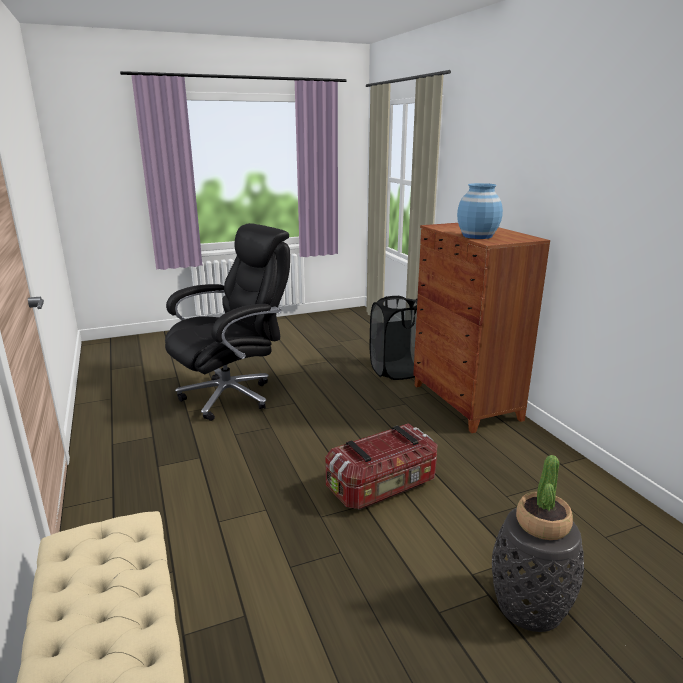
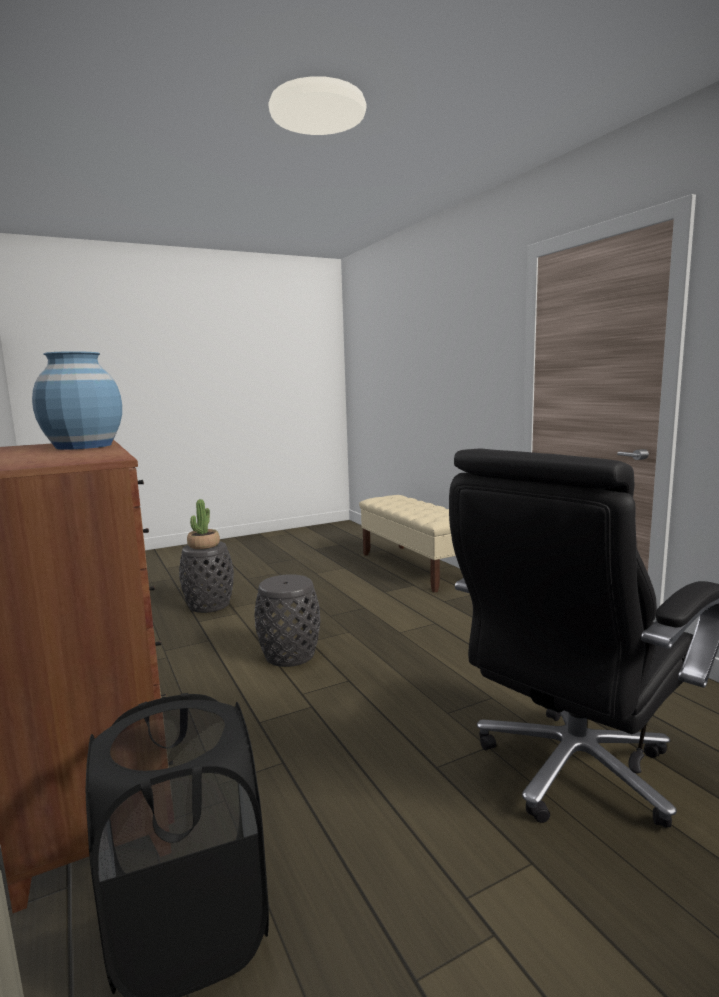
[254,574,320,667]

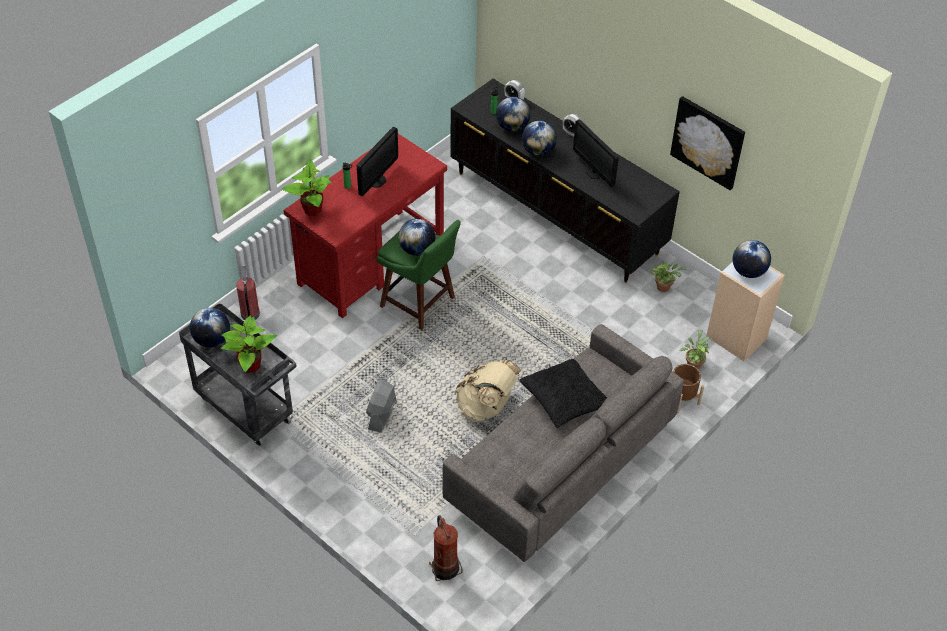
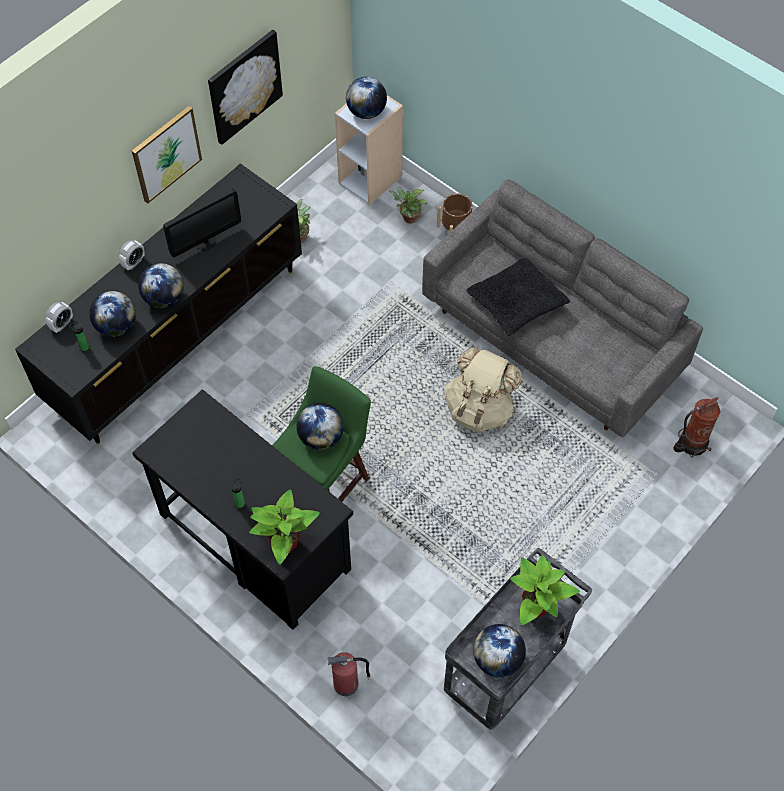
[357,127,398,196] (first image)
[132,389,353,630]
[366,379,396,433] (first image)
[132,106,202,204]

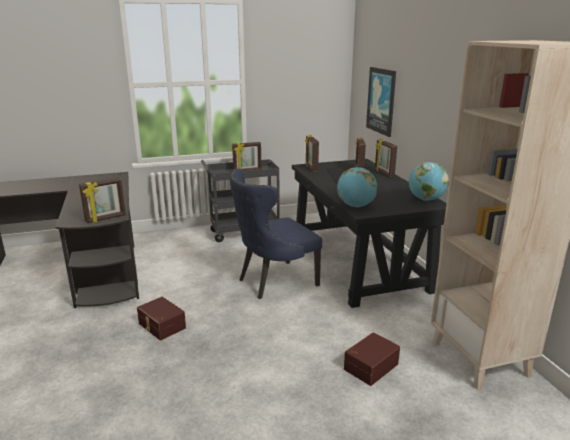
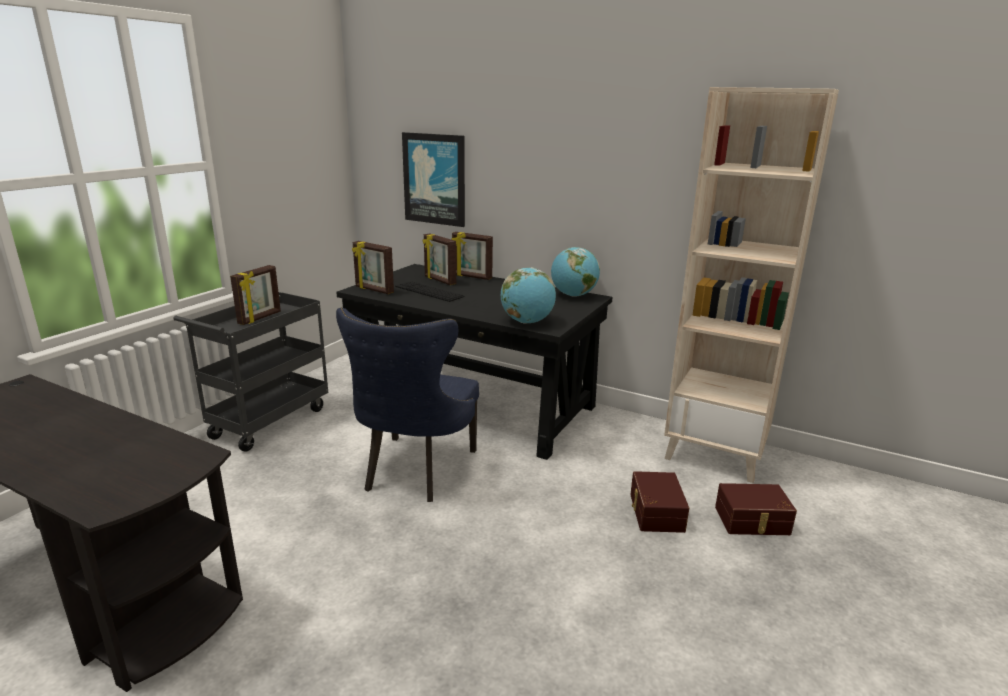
[79,177,126,223] (first image)
[715,483,797,535]

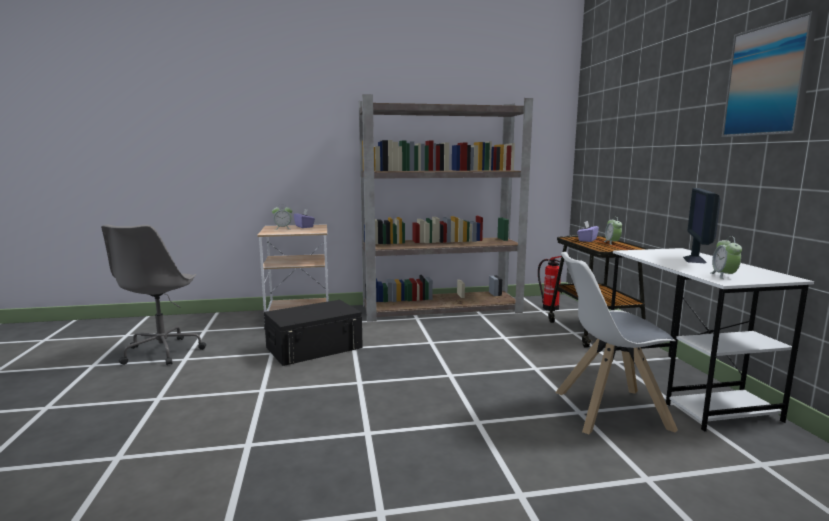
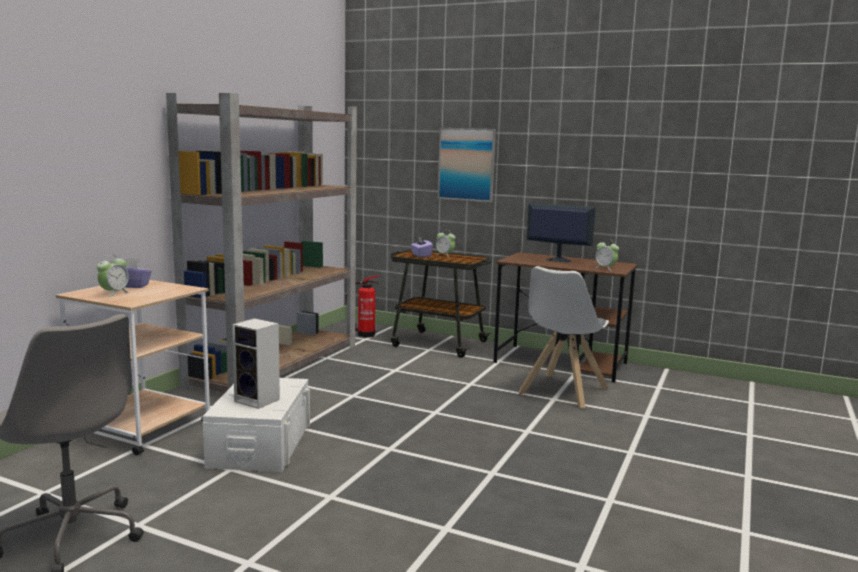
[438,128,496,202]
[527,203,596,262]
[493,252,638,383]
[202,378,310,472]
[232,318,280,409]

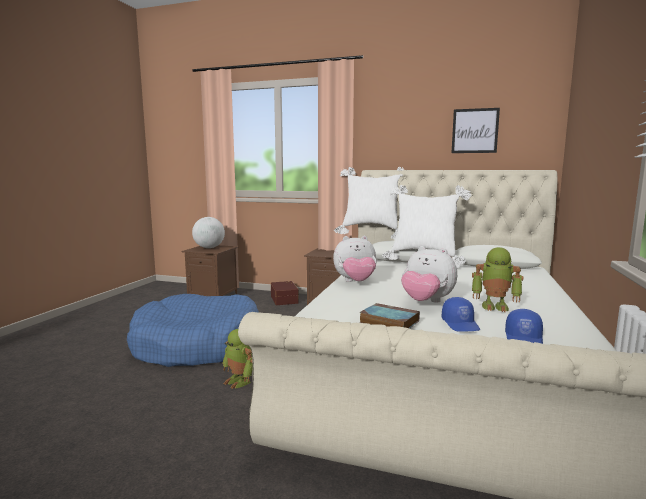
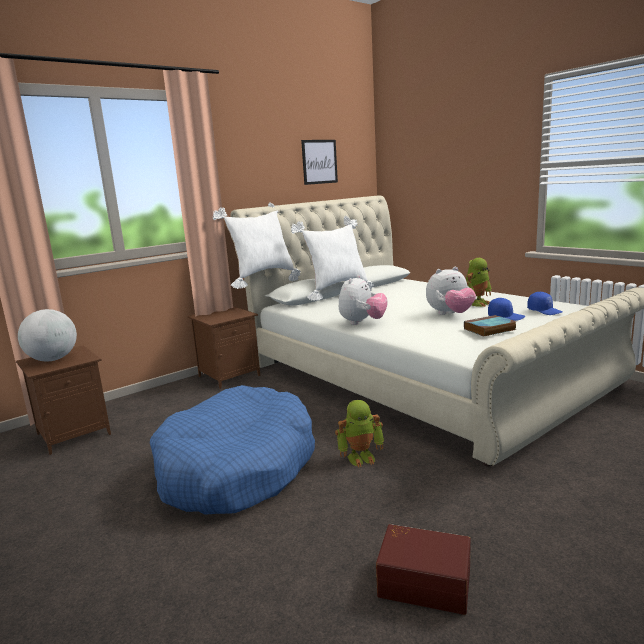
[376,524,471,615]

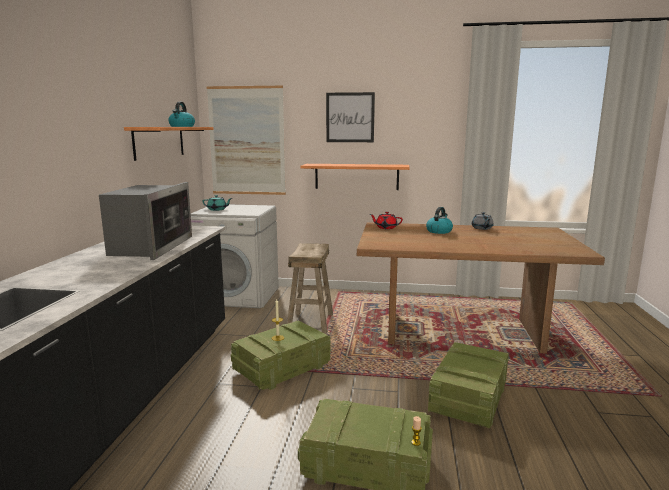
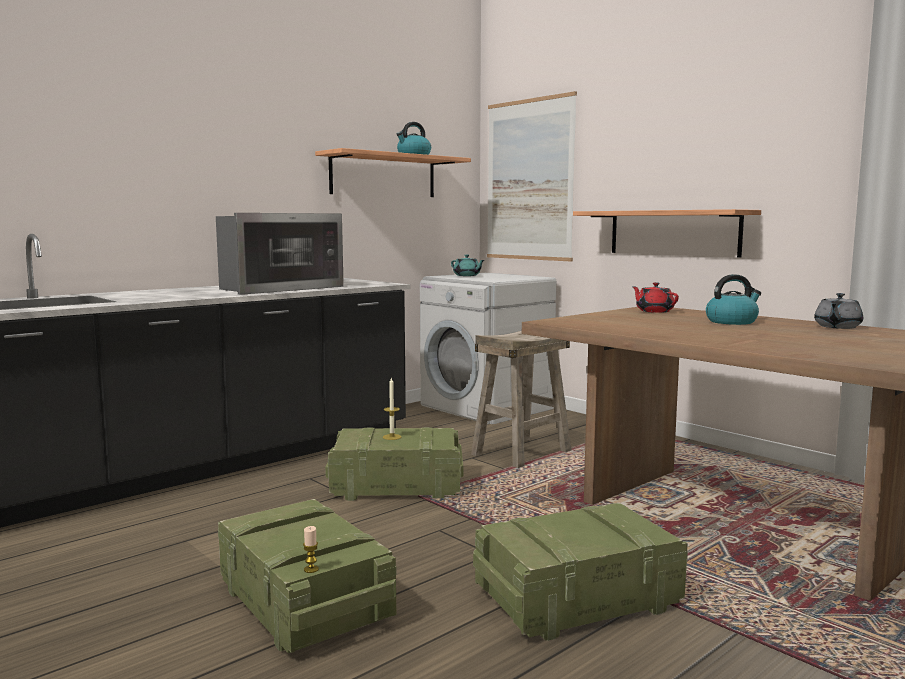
[326,92,375,142] (first image)

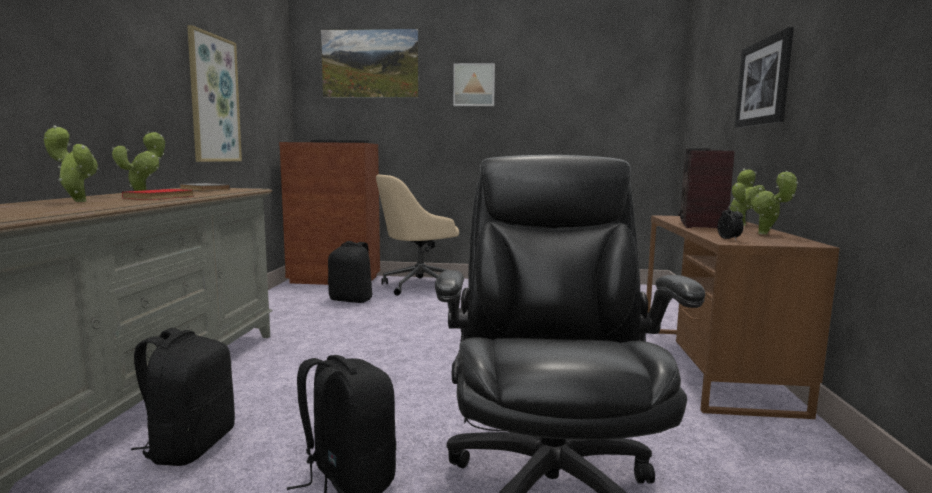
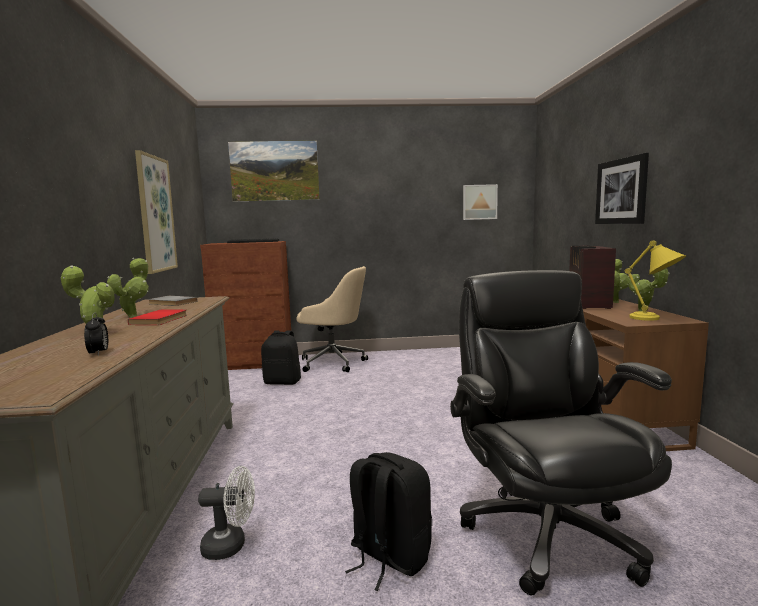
[463,184,498,220]
[296,266,368,372]
[84,313,108,356]
[198,466,255,560]
[625,240,687,321]

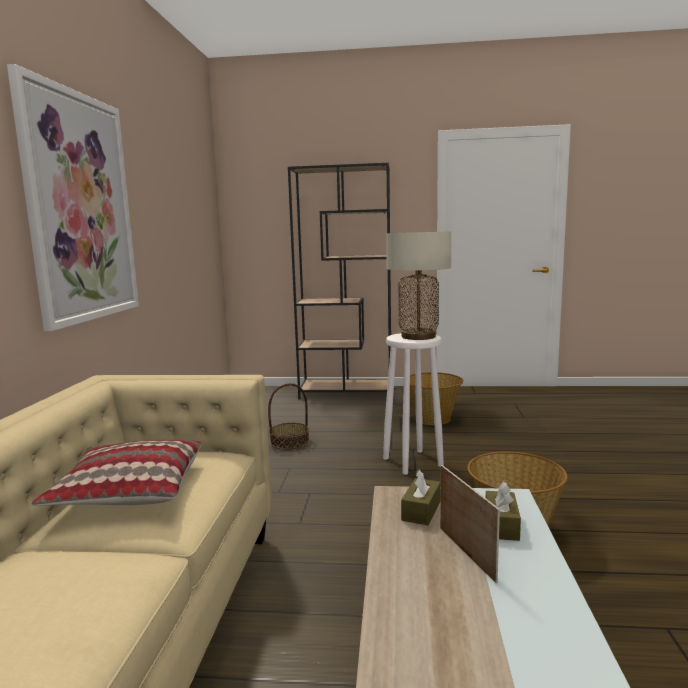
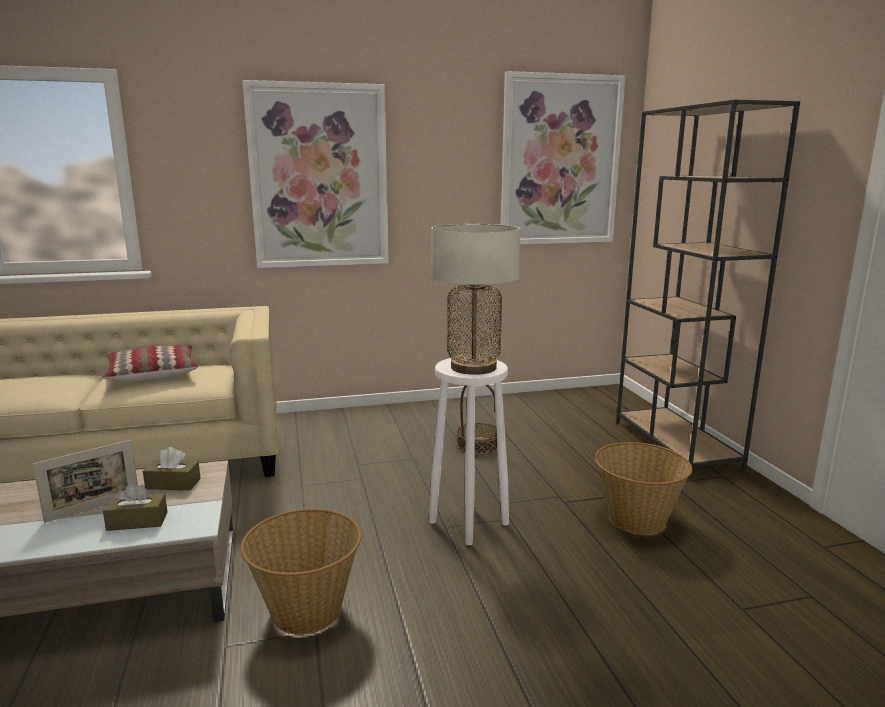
[501,71,626,245]

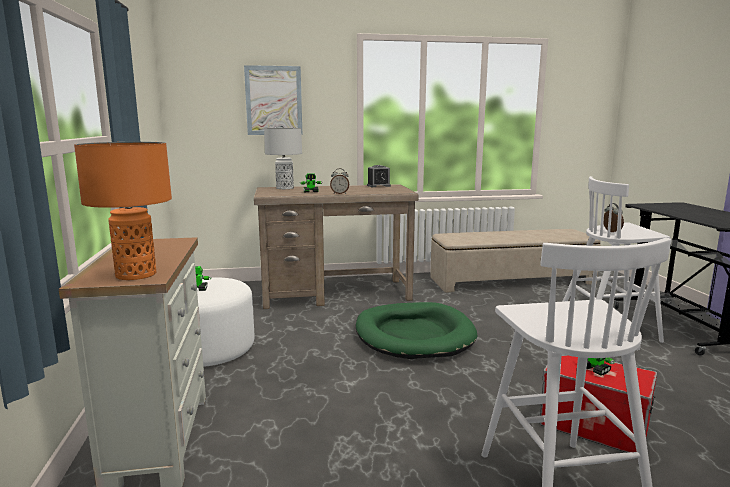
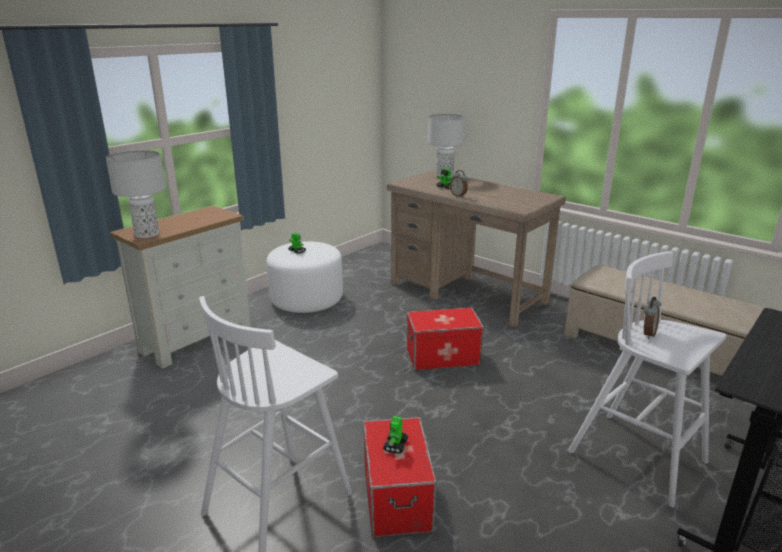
[244,65,302,135] (first image)
[106,150,166,238]
[367,165,391,187] (first image)
[407,307,484,371]

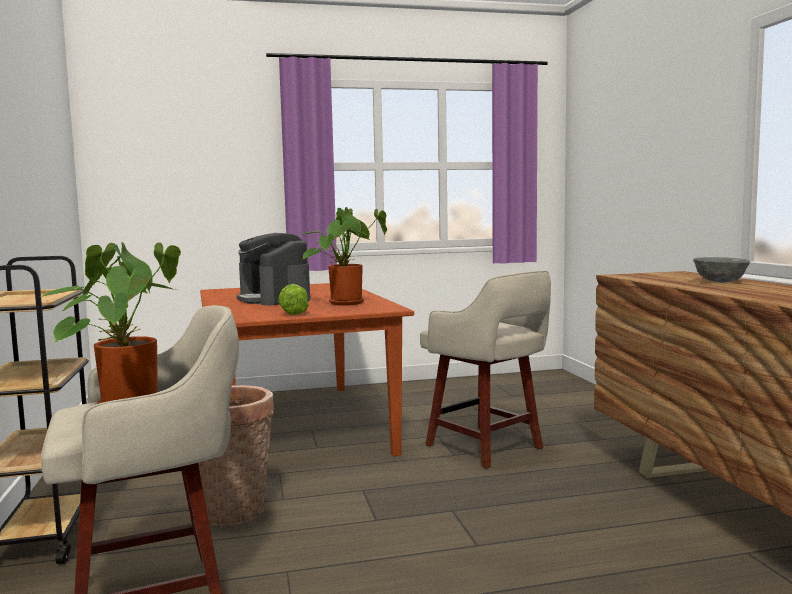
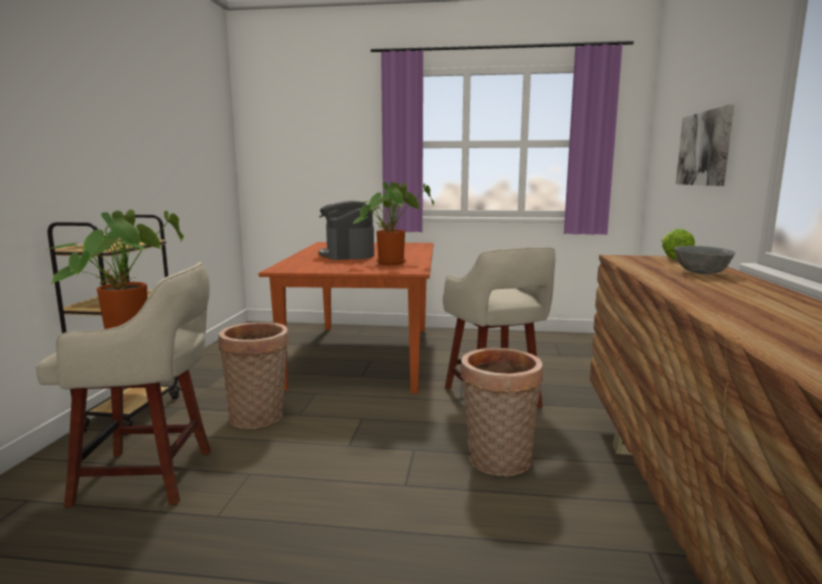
[662,228,695,260]
[676,105,734,186]
[461,348,543,476]

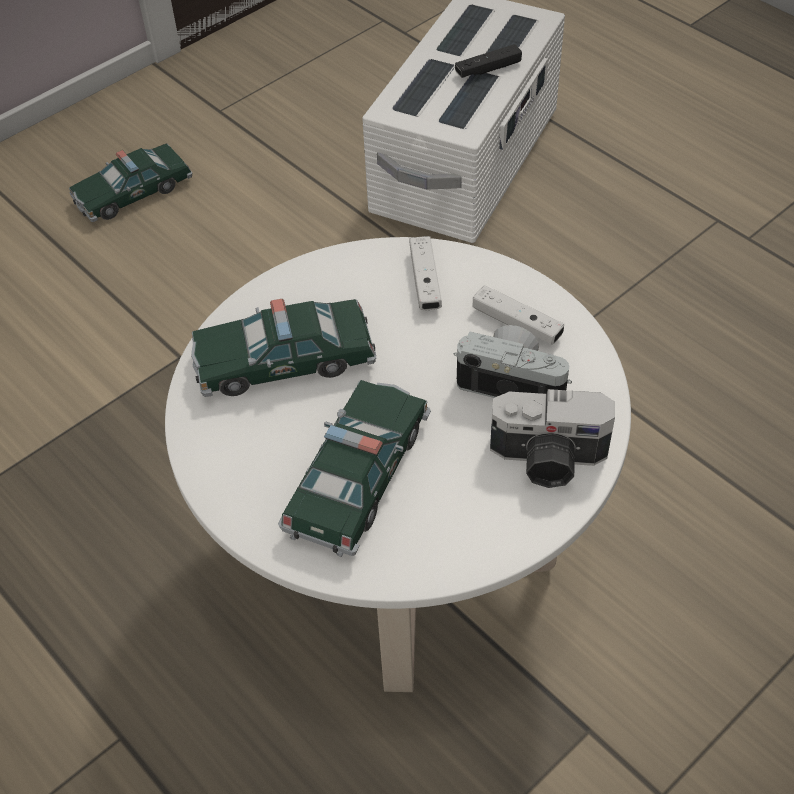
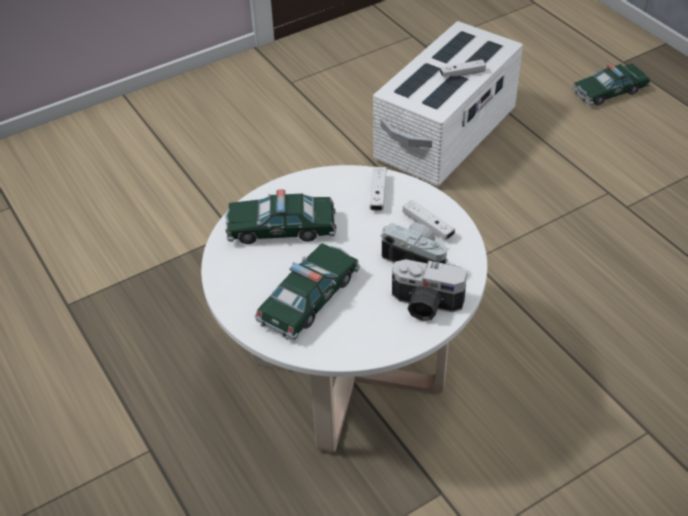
[440,60,486,77]
[572,64,650,106]

